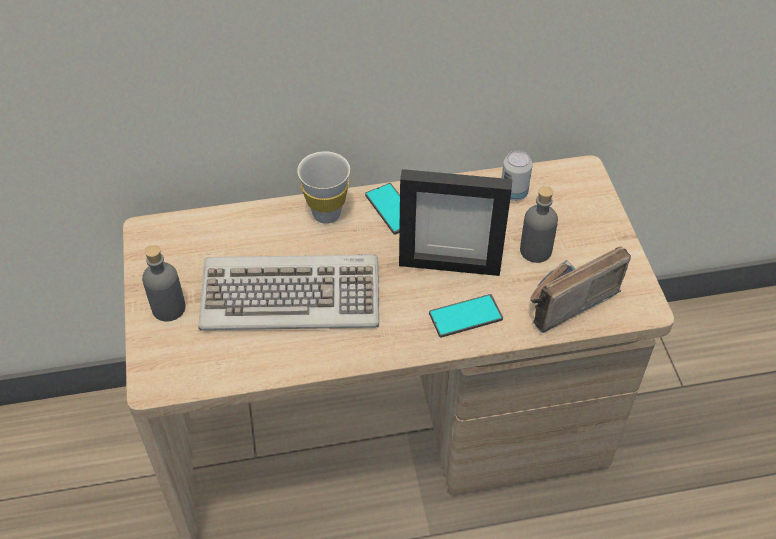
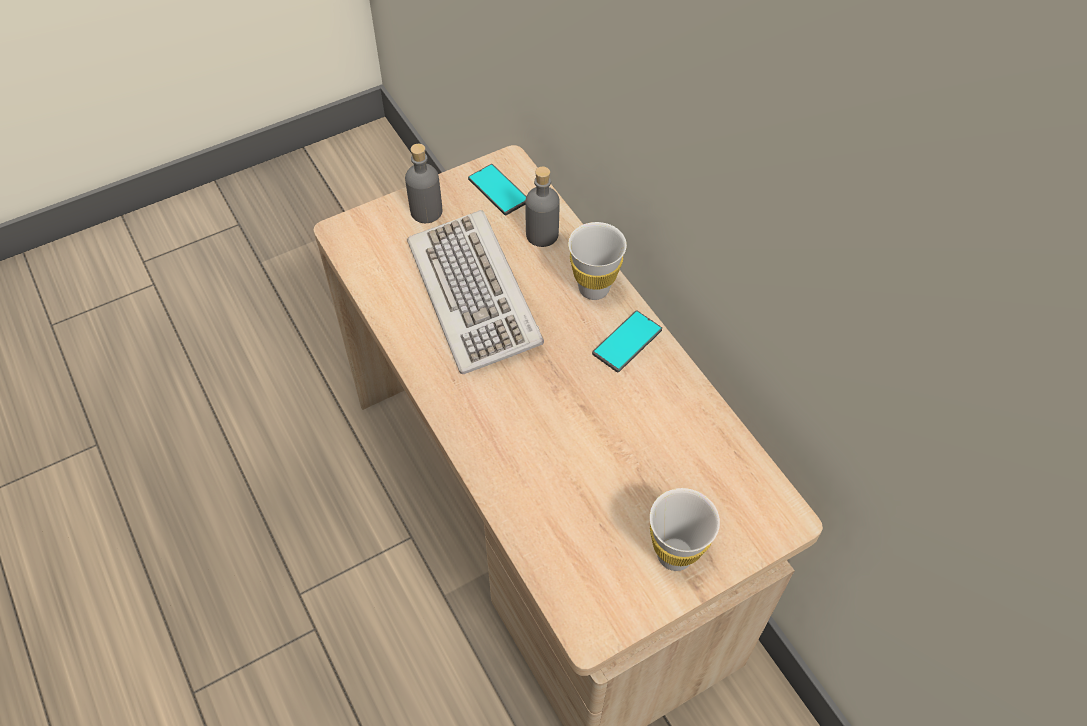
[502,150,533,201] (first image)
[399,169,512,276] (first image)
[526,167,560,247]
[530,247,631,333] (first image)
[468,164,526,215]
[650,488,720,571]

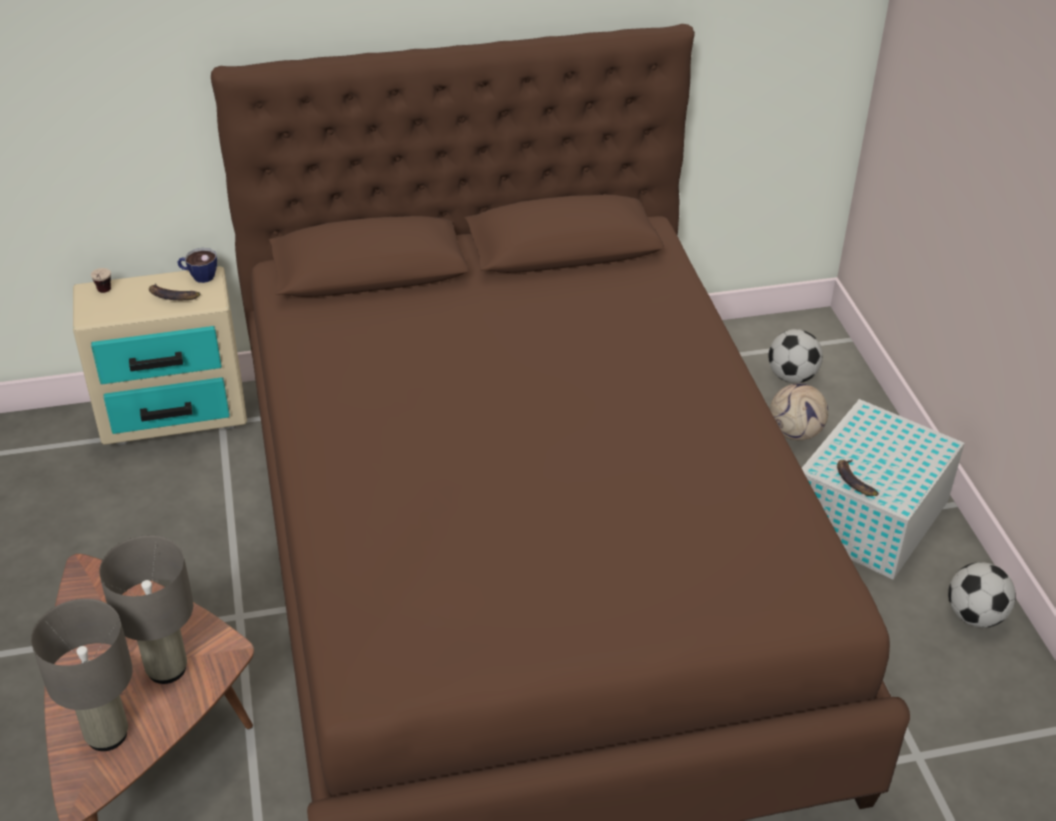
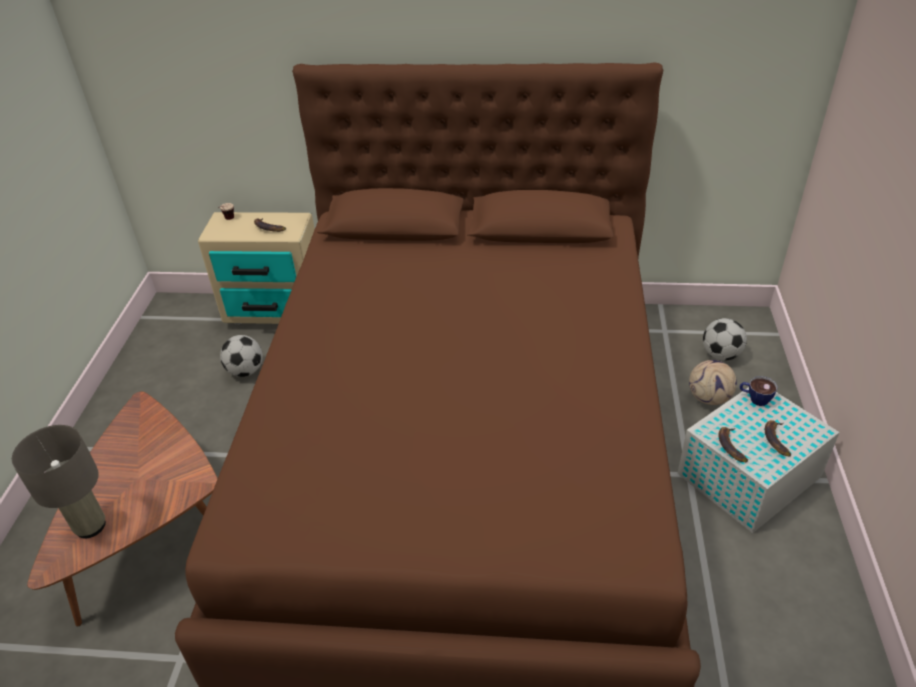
[740,376,778,406]
[99,535,193,684] (first image)
[220,335,263,377]
[765,420,791,457]

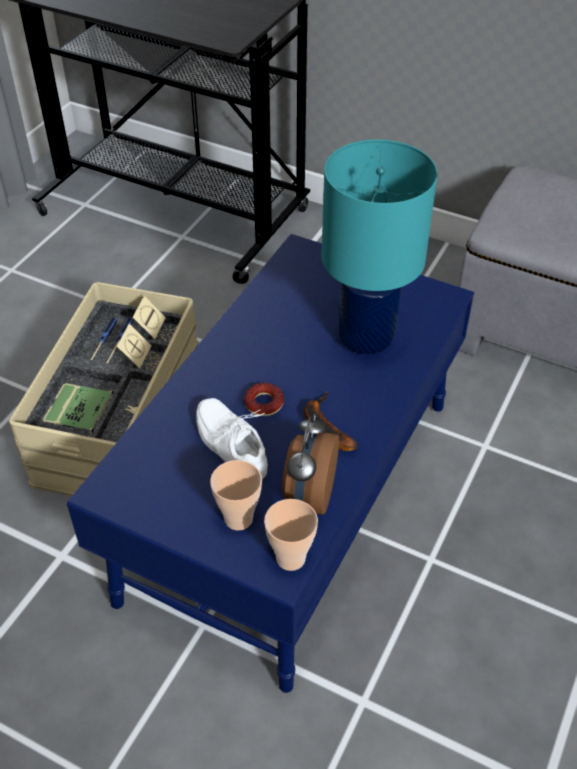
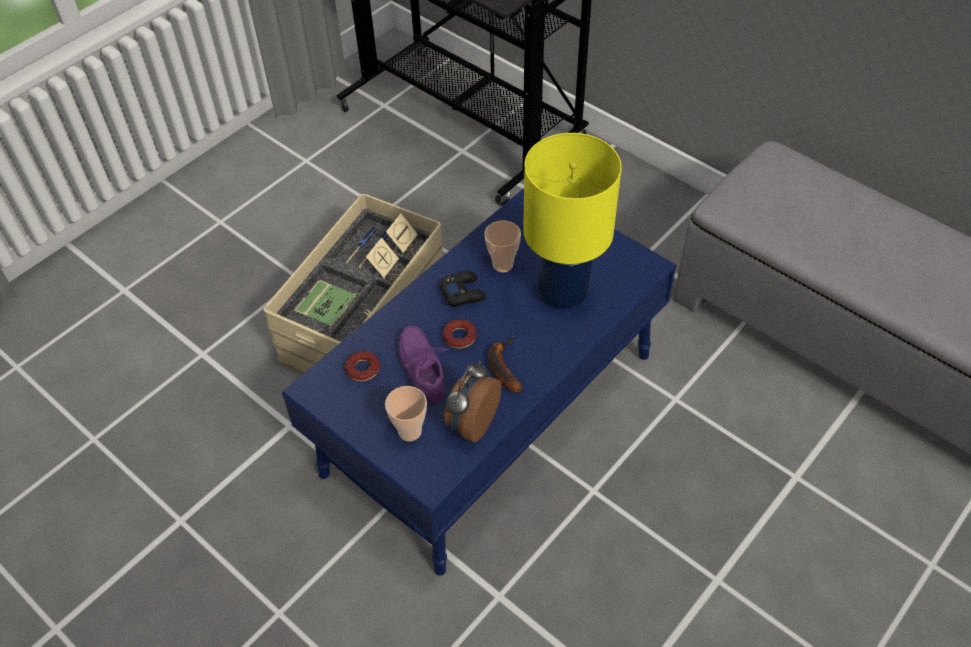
[523,133,622,309]
[398,326,450,404]
[484,220,521,272]
[439,271,486,307]
[345,351,380,381]

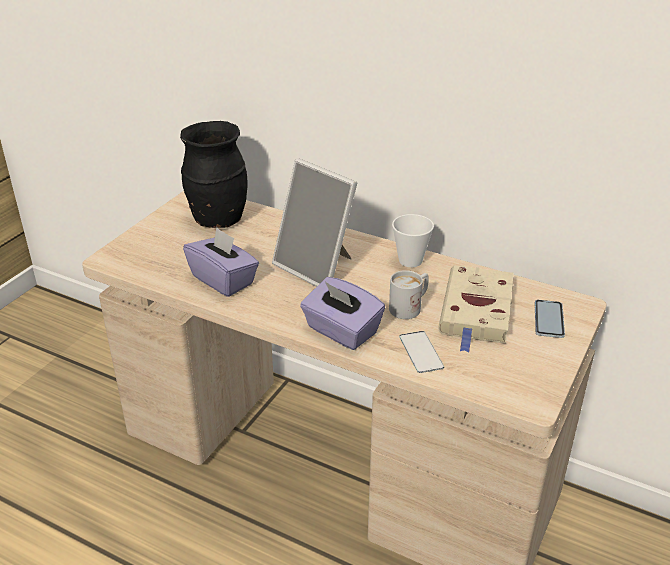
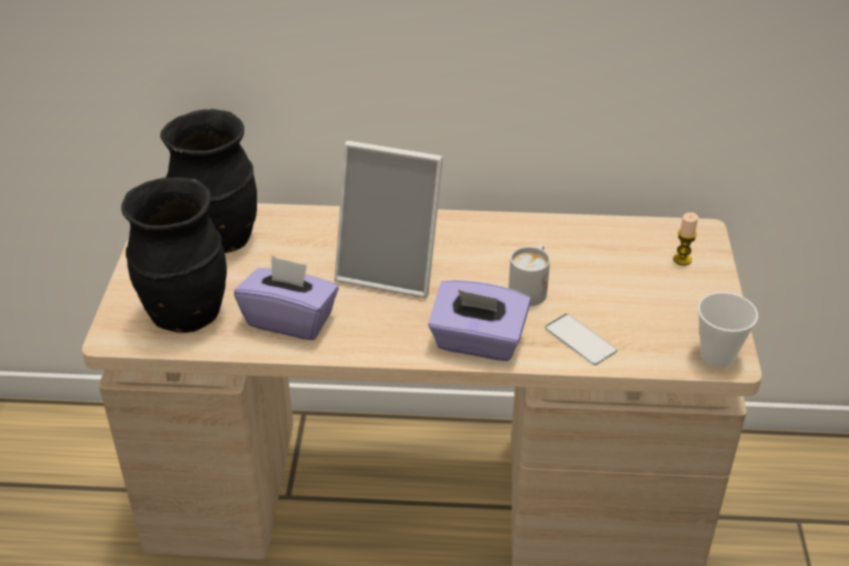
[698,292,758,368]
[438,265,514,353] (first image)
[673,212,698,266]
[121,177,227,333]

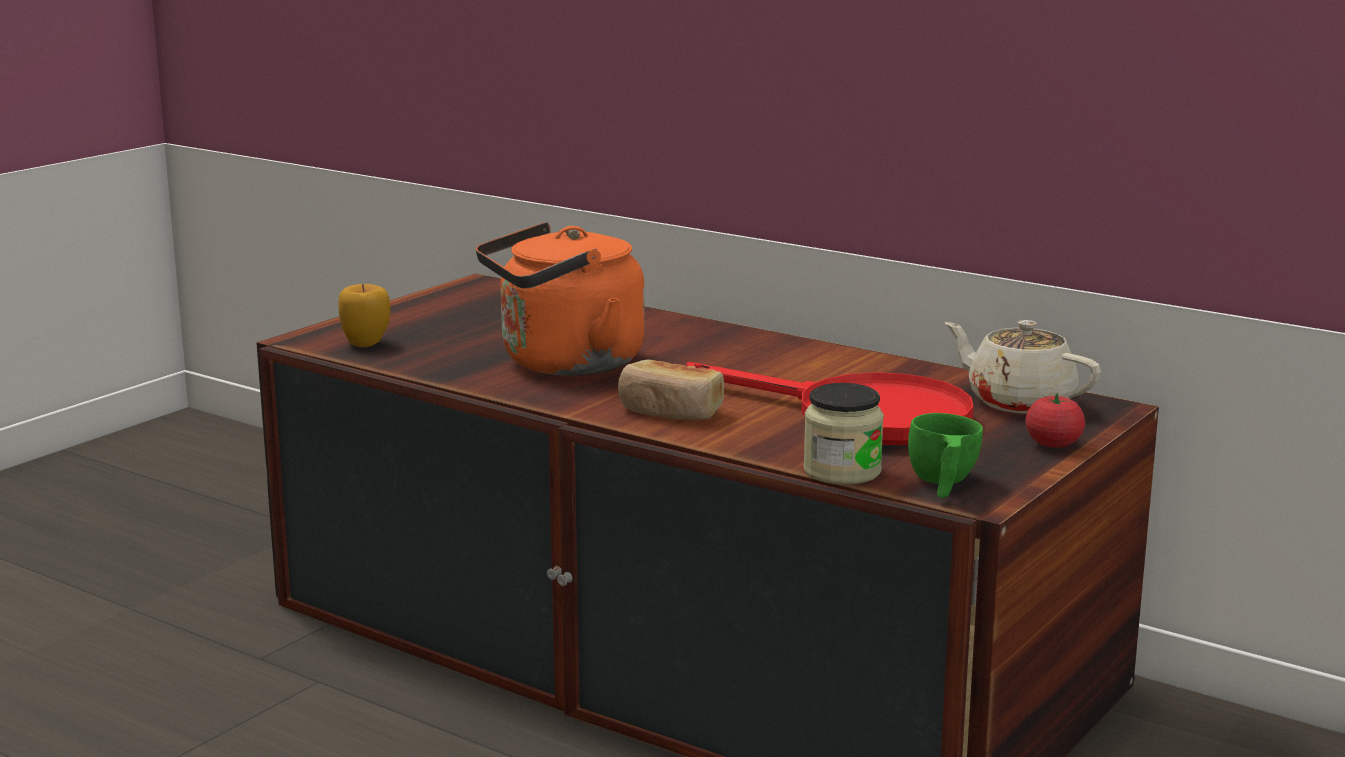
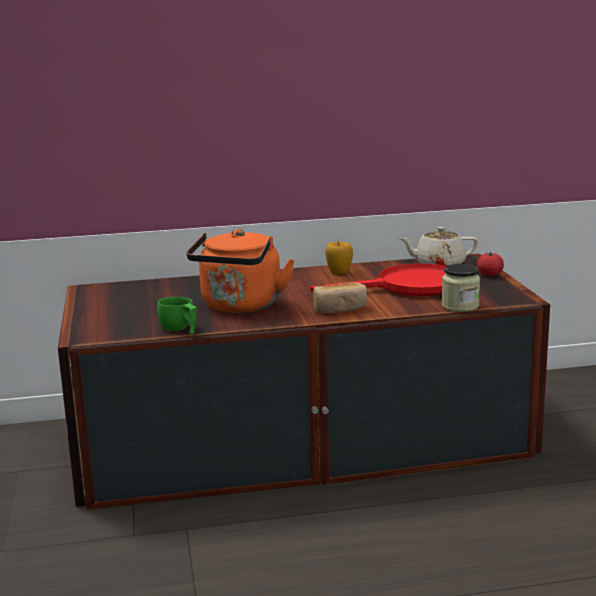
[325,242,353,274]
[157,297,197,335]

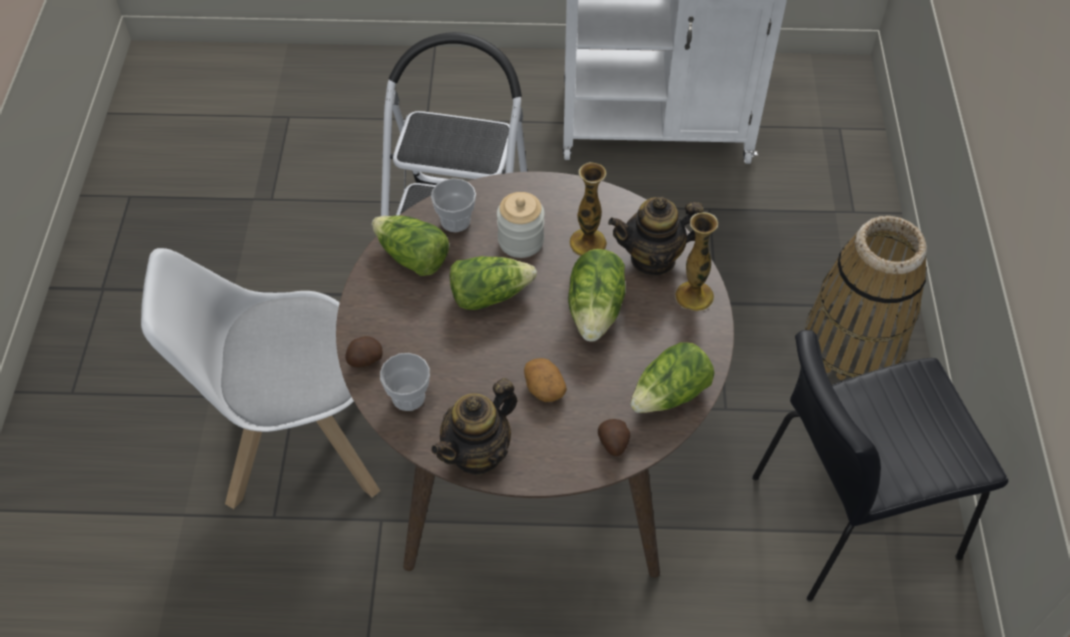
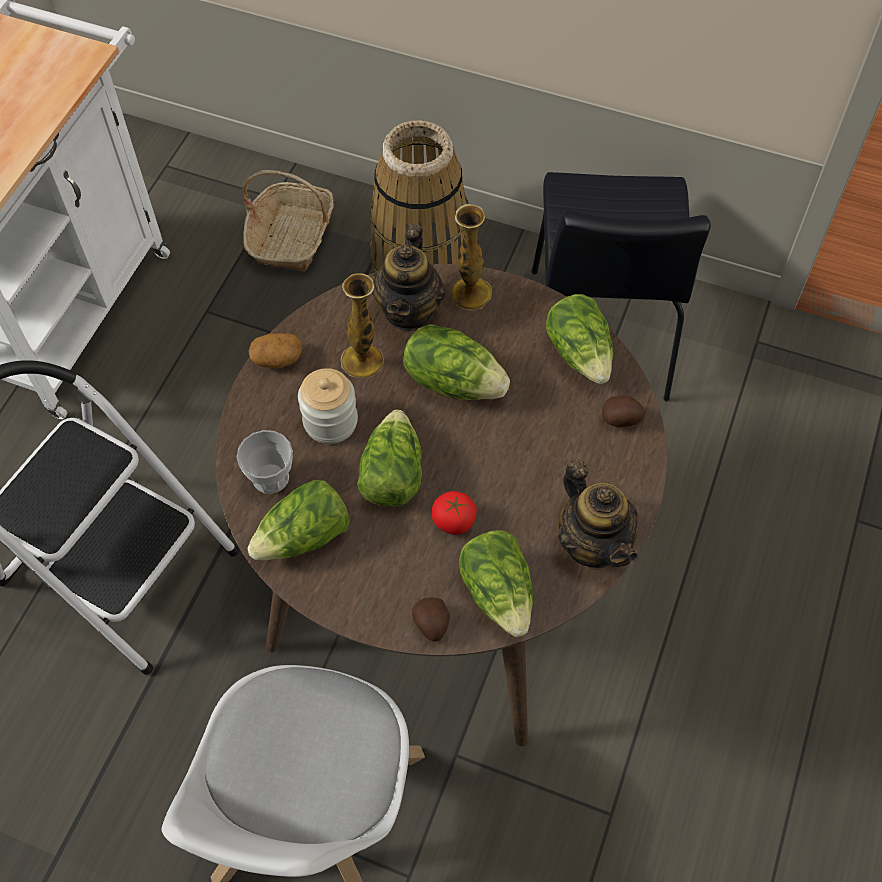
[459,530,533,637]
[249,333,302,369]
[242,170,334,271]
[432,491,477,535]

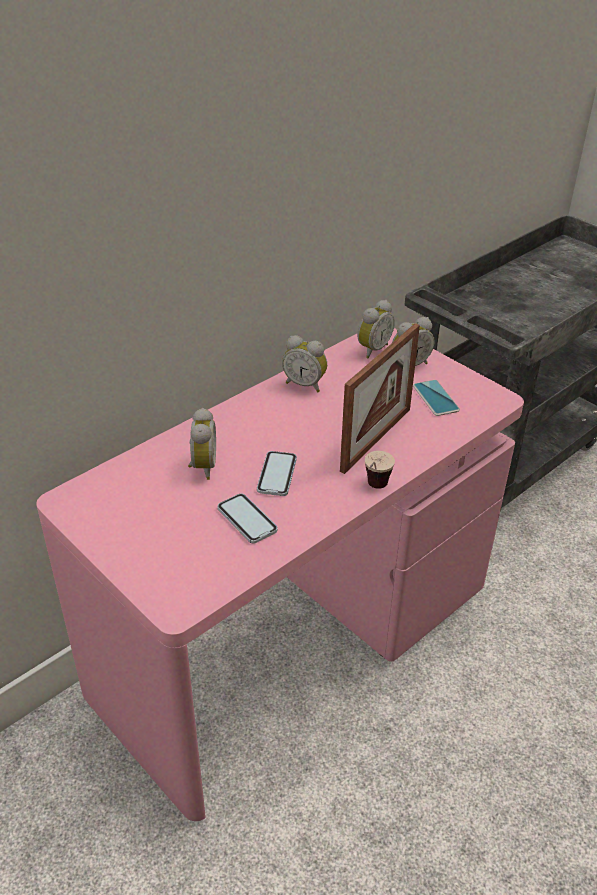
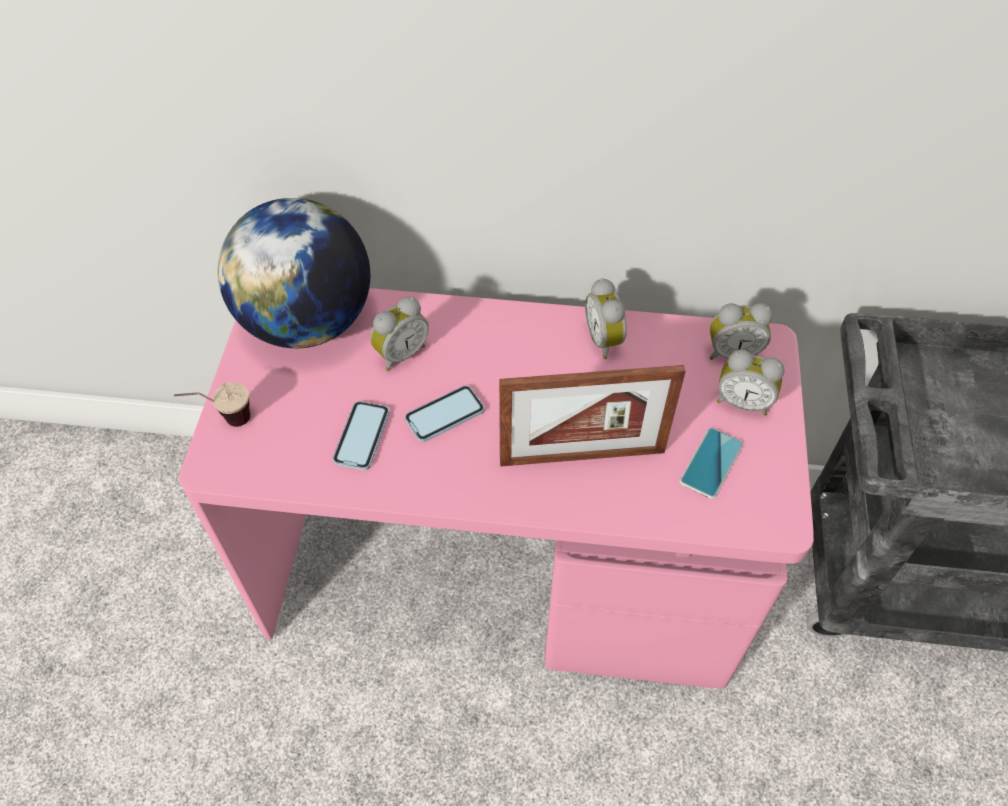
[174,382,250,427]
[218,198,370,348]

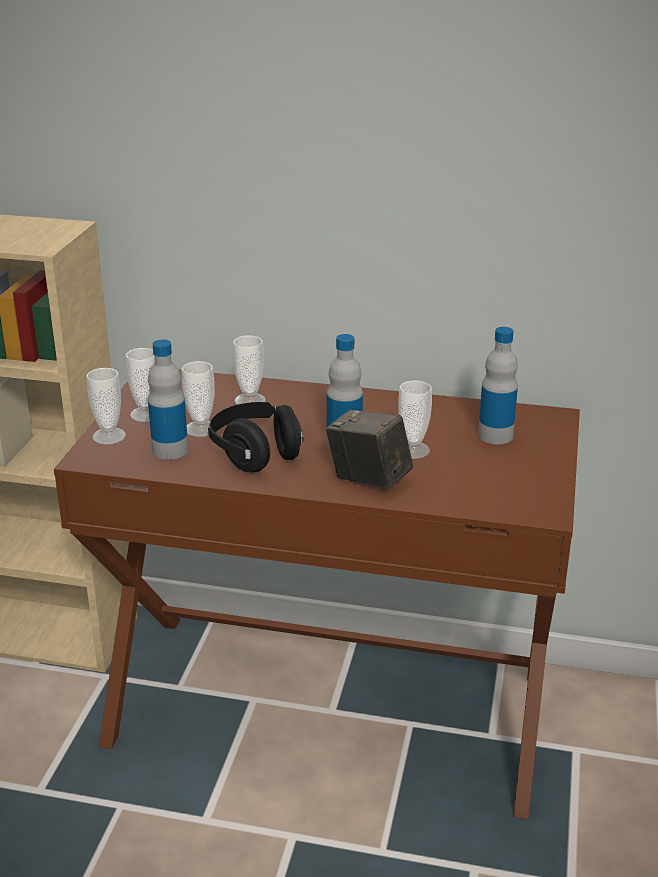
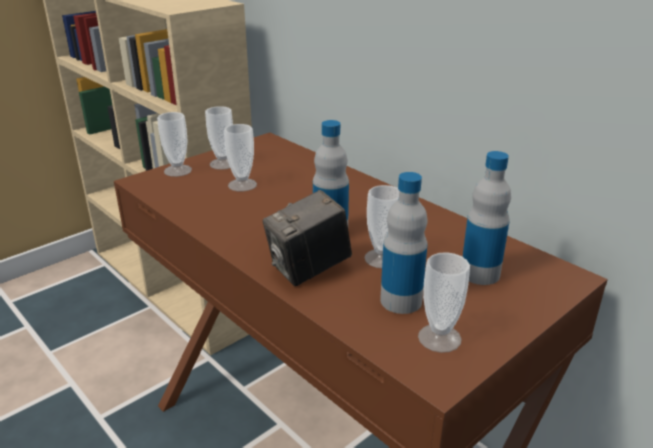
[418,252,470,353]
[380,172,427,314]
[208,402,304,472] (first image)
[262,190,352,286]

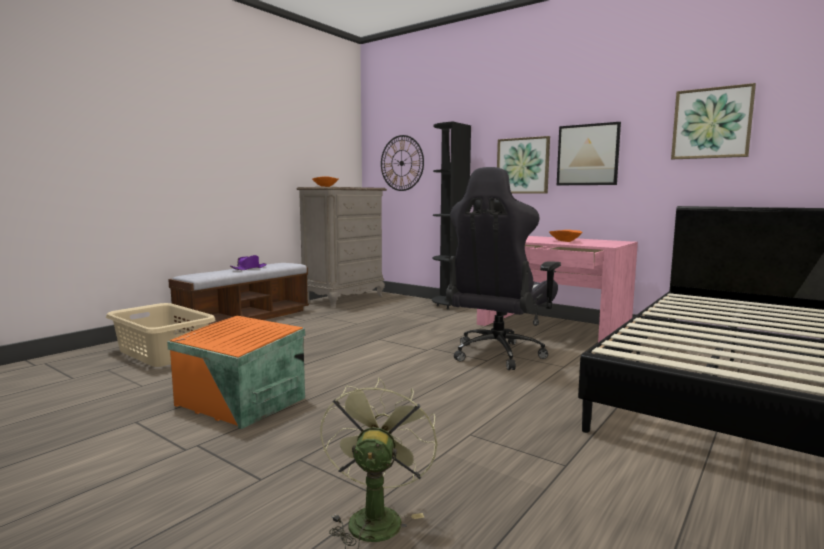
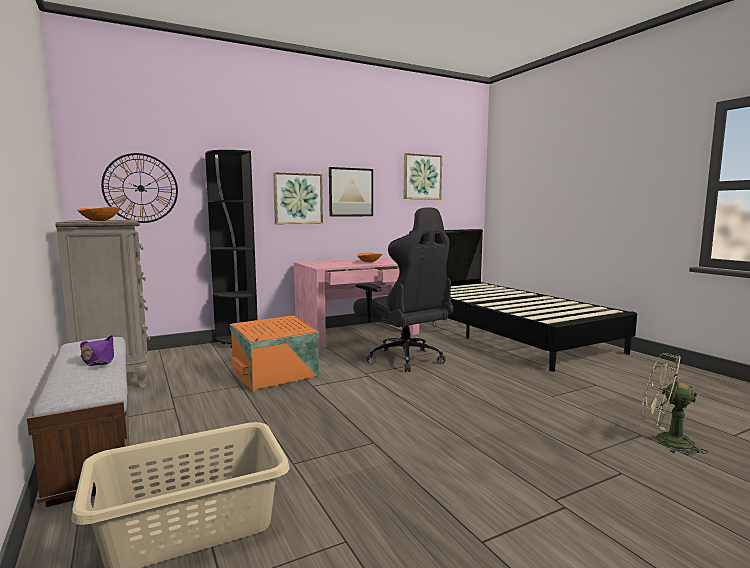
[230,315,319,392]

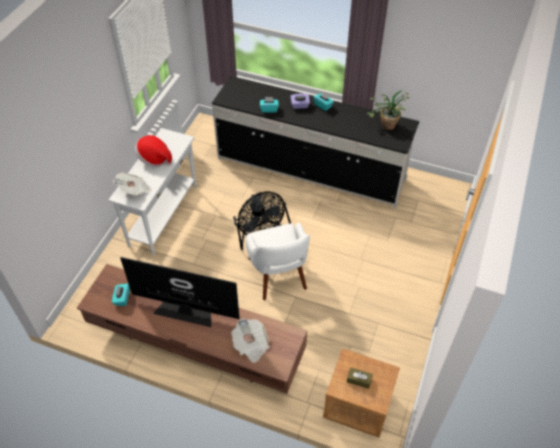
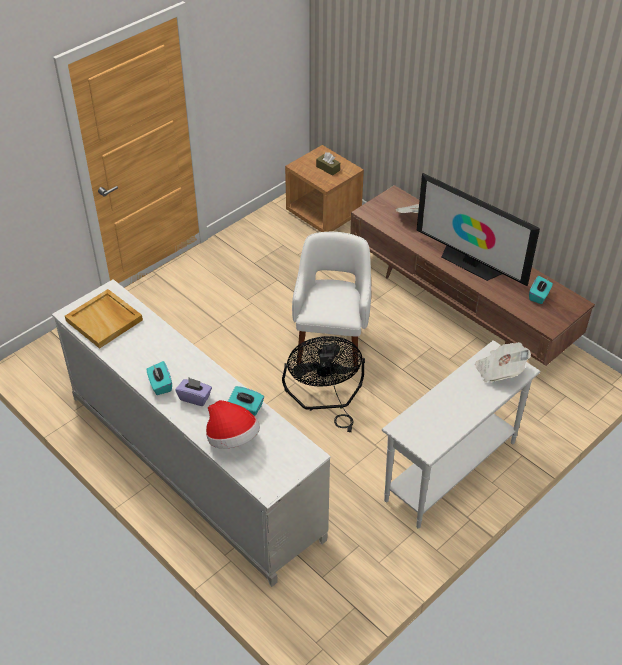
[52,279,331,587]
[65,289,143,349]
[206,400,260,449]

